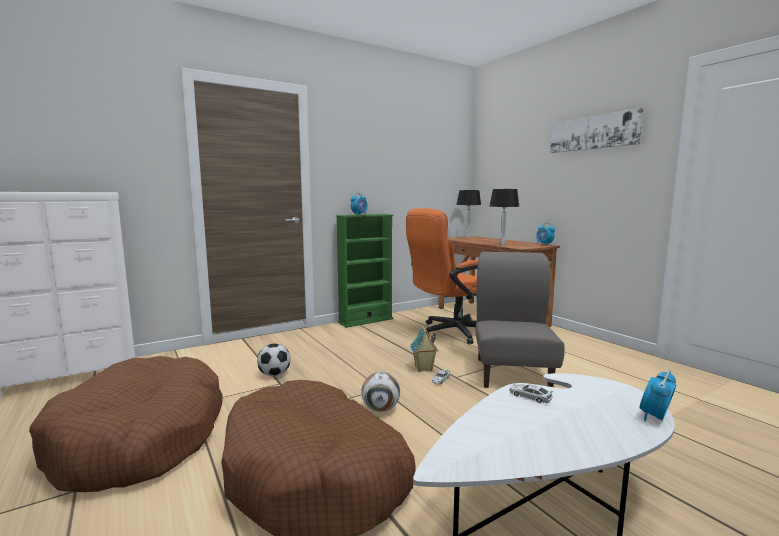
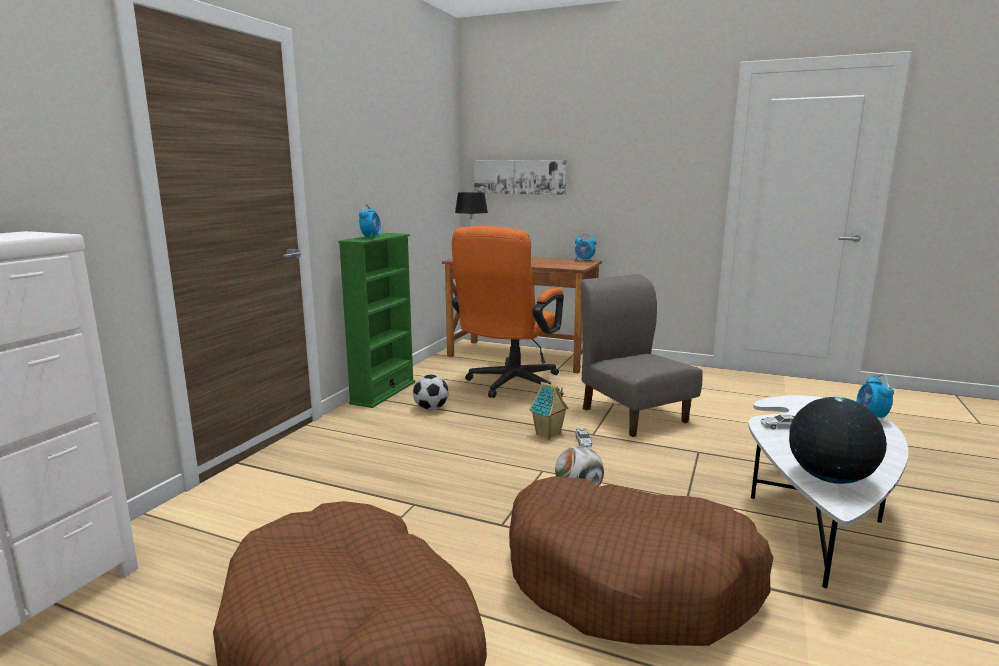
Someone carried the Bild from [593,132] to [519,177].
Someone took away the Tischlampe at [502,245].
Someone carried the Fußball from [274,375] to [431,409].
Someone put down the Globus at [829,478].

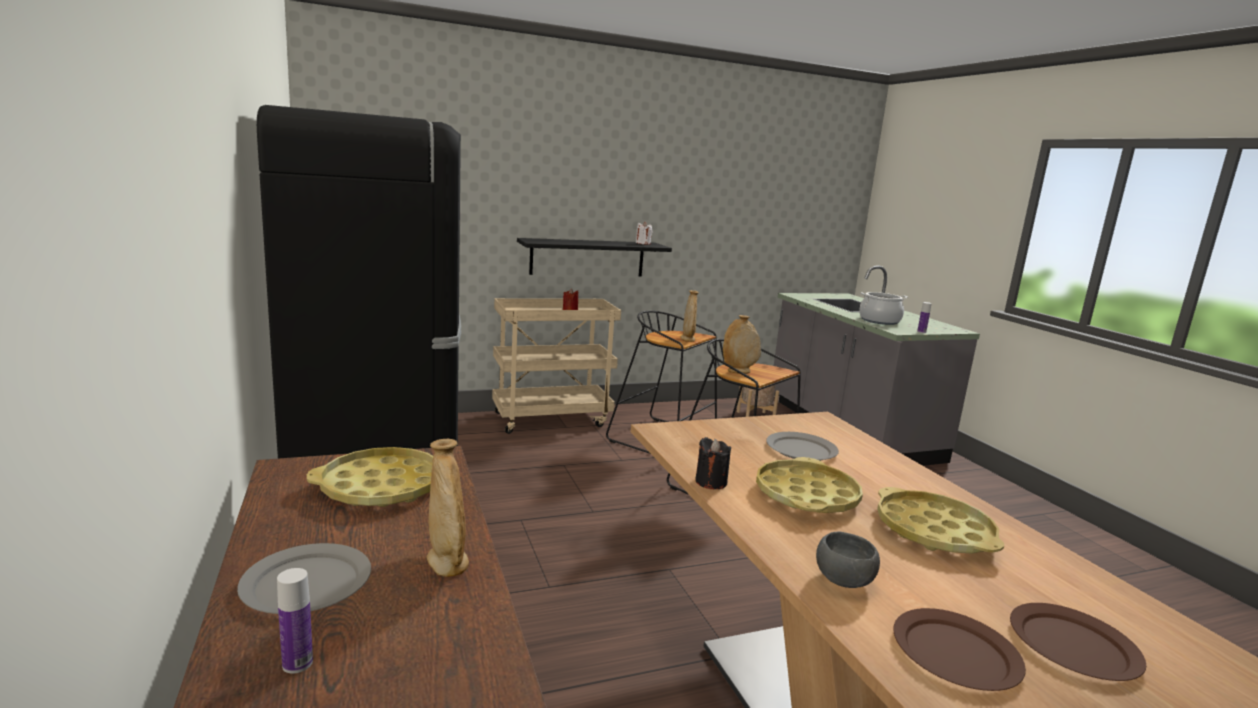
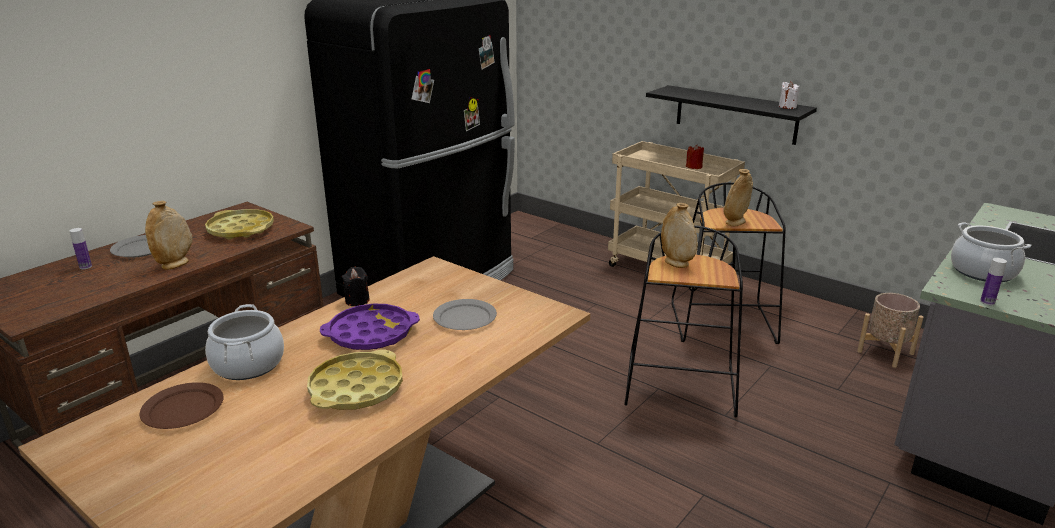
Someone repainted the Tablett (gelb) at [806,495], which became the Tablett (lila) at [371,334].
Someone swapped the Schüssel (grau) at [842,581] for the Kochtopf at [248,364].
Someone took away the Teller (braun) at [1072,645].

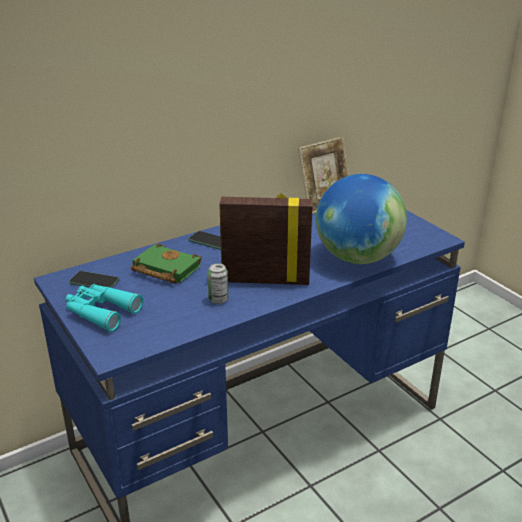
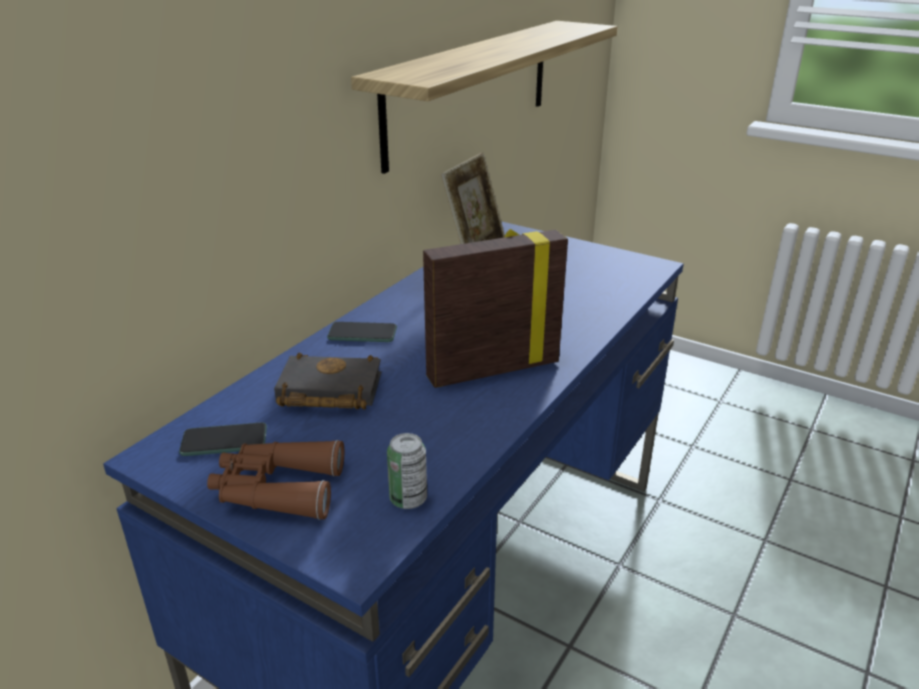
Someone took away the Globus at [357,257].
Someone repainted the Buch (grün) at [164,269], which became the Buch (schwarz) at [326,391].
Someone carried the Dose from [218,299] to [408,499].
Someone repainted the Fernglas (türkis) at [101,312], which became the Fernglas (braun) at [277,489].
Someone put up the Wandregal at [471,90].

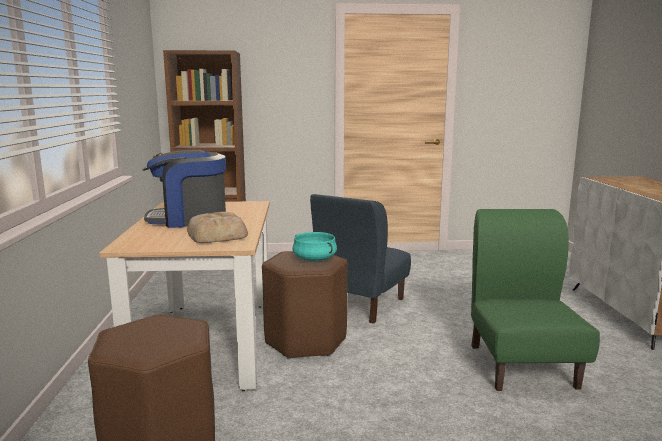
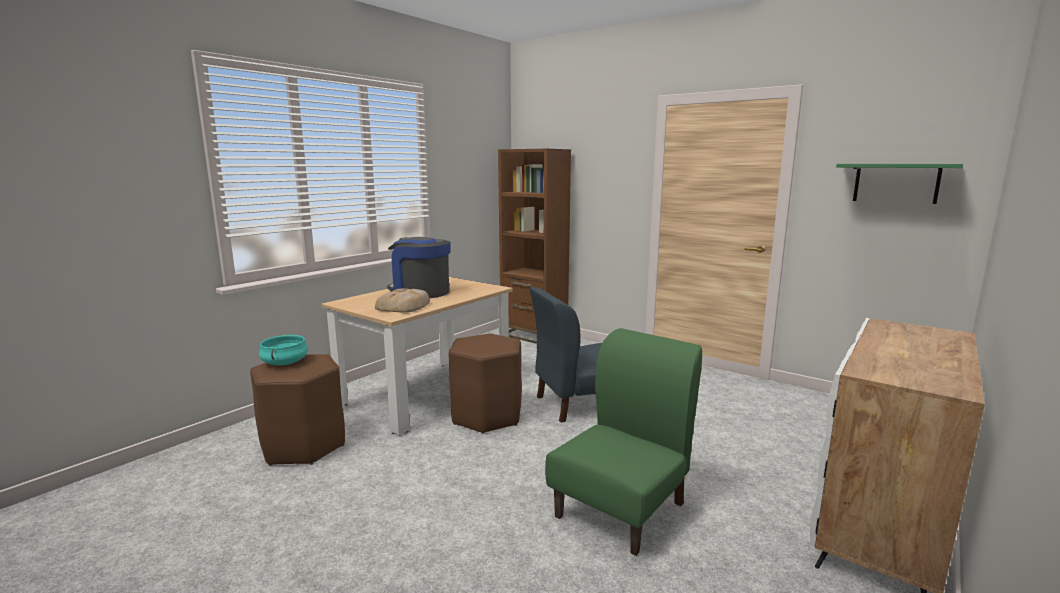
Someone carried the Kochtopf (türkis) from [314,259] to [284,362].
Someone put up the Wandregal (grün) at [896,183].

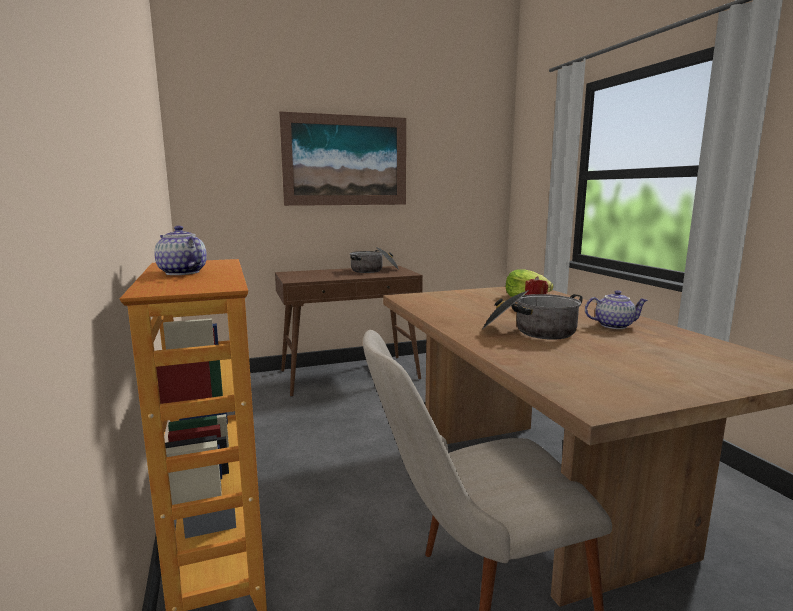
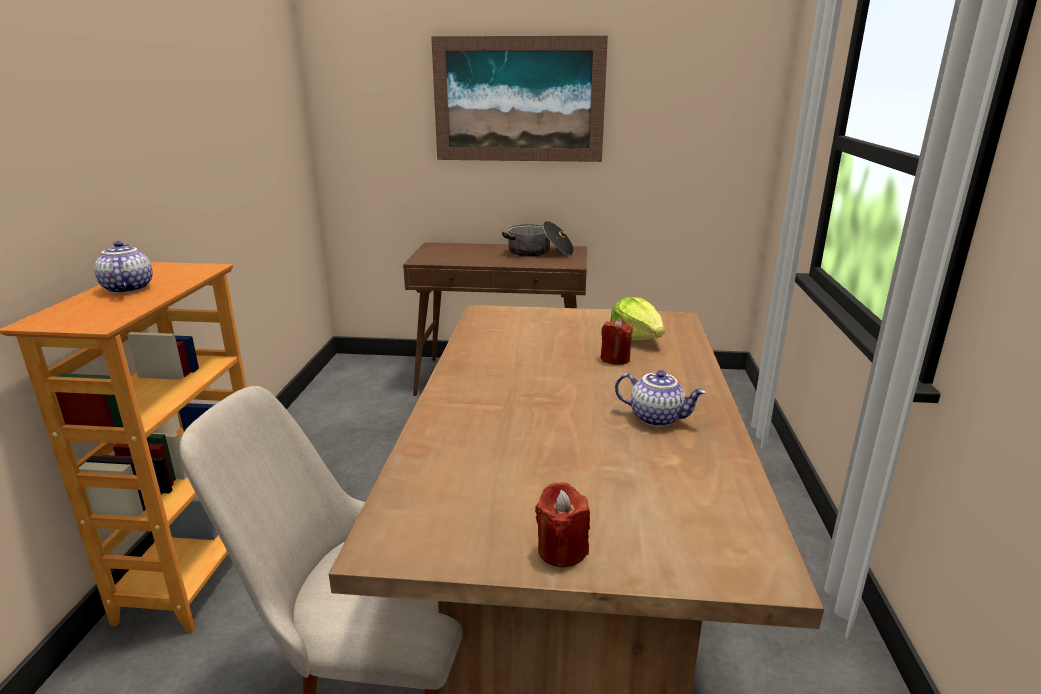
Someone took away the Kochtopf at [530,331].
Someone put down the Kerze (rot) at [562,550].

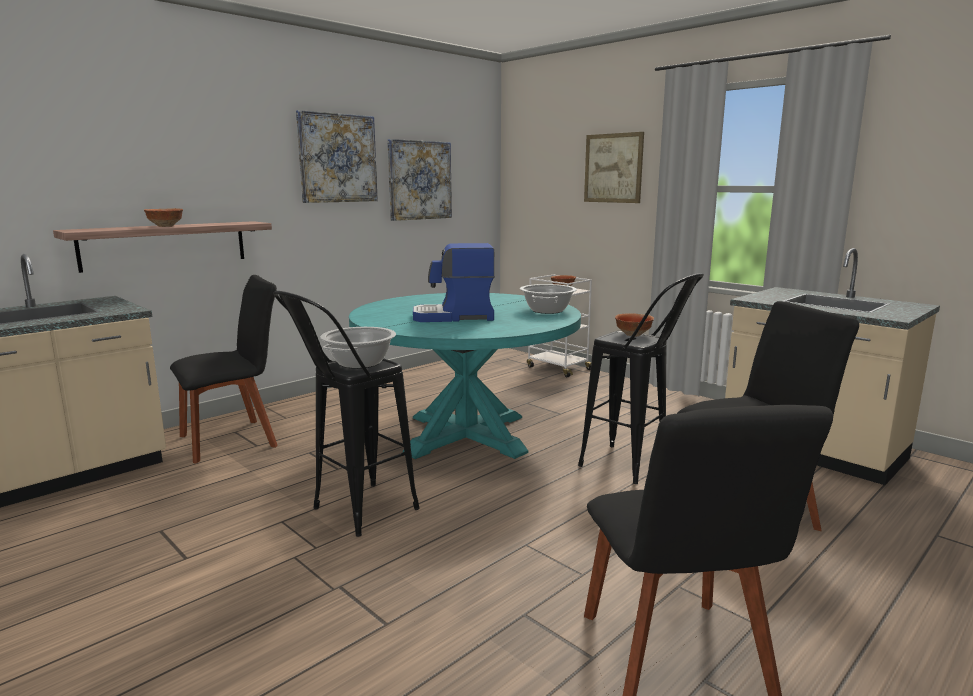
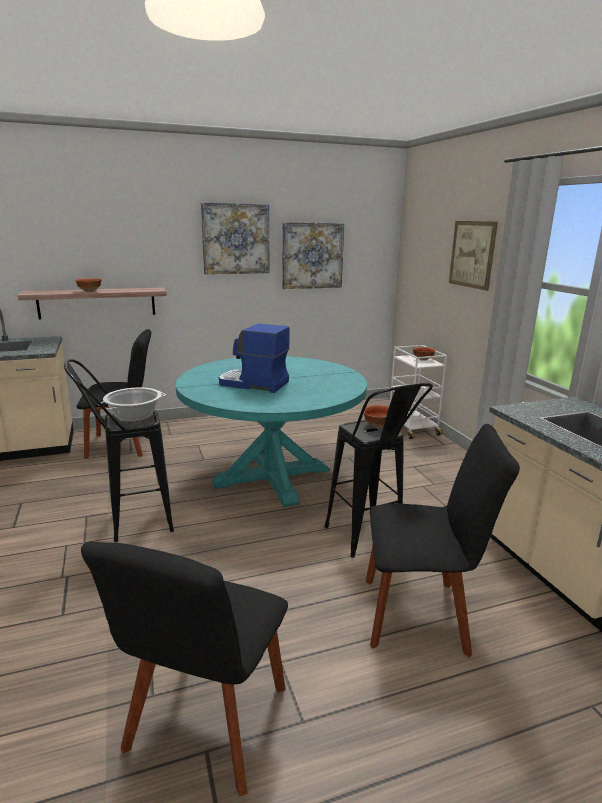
Someone took away the Kochtopf at [547,310].

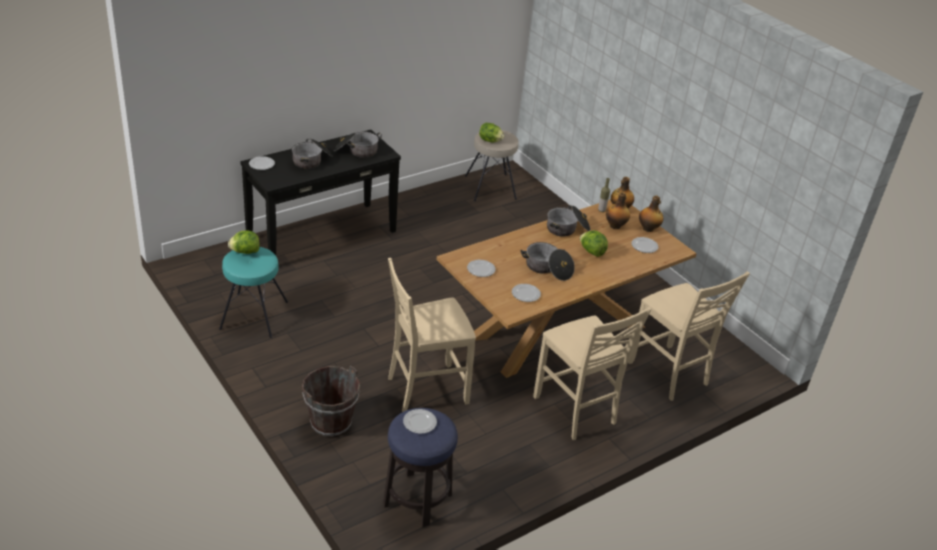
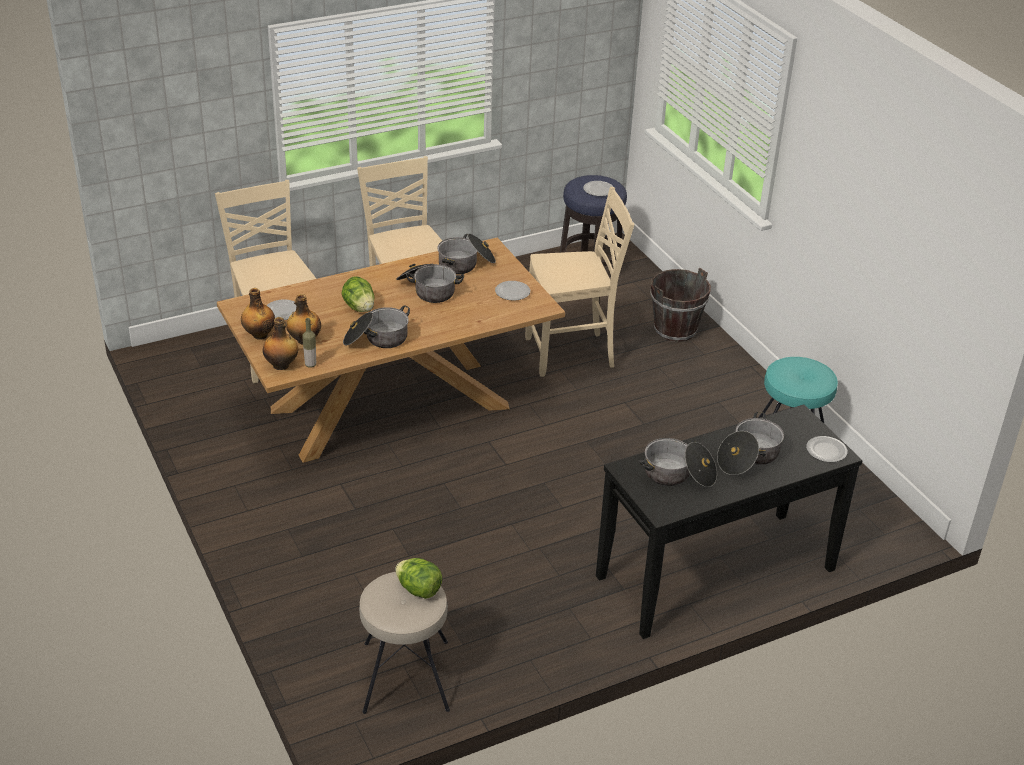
Someone took away the Salatkopf at [245,252].
Someone swapped the Teller at [526,294] for the Kochtopf at [466,264].

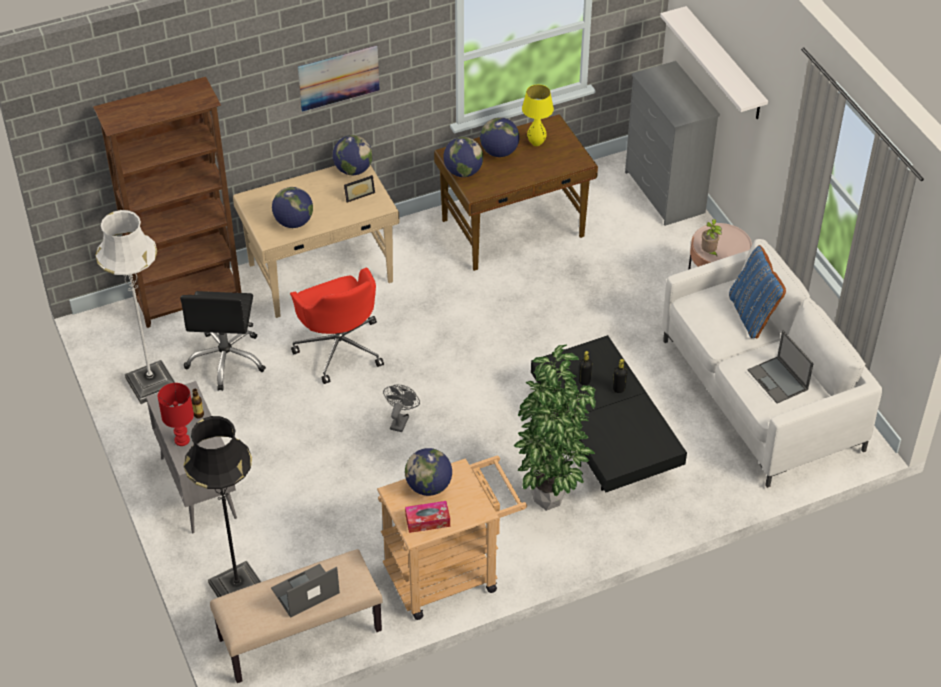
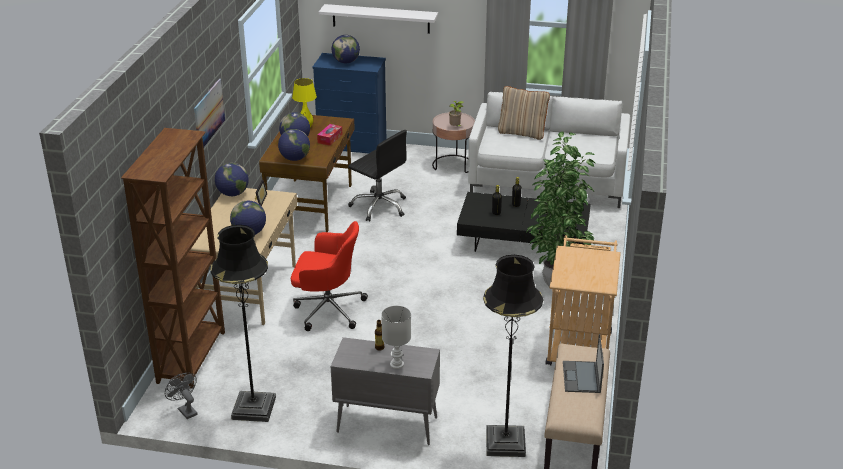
Someone repainted the Kommode (grau) at [664,193], which became the Kommode (blau) at [353,148].
Someone repainted the Stehlampe (weiß) at [151,383], which became the Stehlampe (schwarz) at [253,408].
Someone repainted the Kissen (blau) at [752,315], which became the Kissen (beige) at [522,133].
Someone carried the Bürostuhl (schwarz) from [226,360] to [379,206].
Someone took away the Laptop at [778,380].
Someone repainted the Tischlampe (rot) at [181,440], which became the Tischlampe (weiß) at [396,365].
Someone carried the Ventilator (grau) from [400,420] to [185,410].
Someone carried the Globus from [429,486] to [346,62].
Someone carried the Taschentuchbox from [427,521] to [330,138].

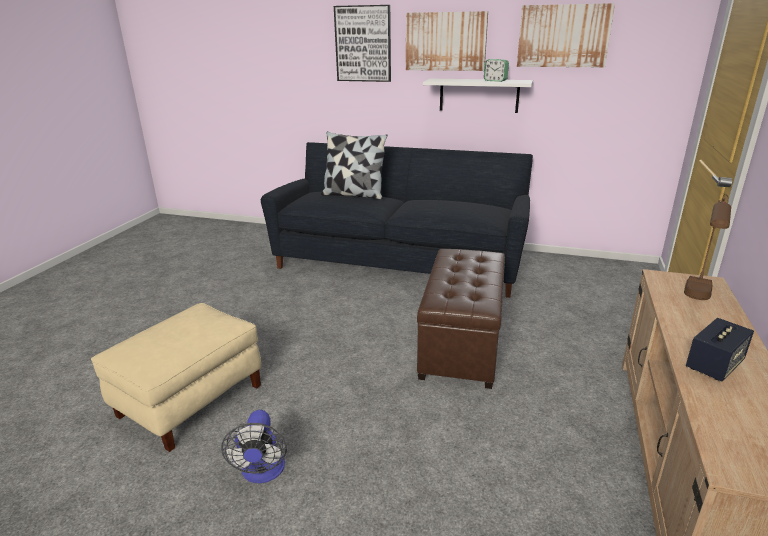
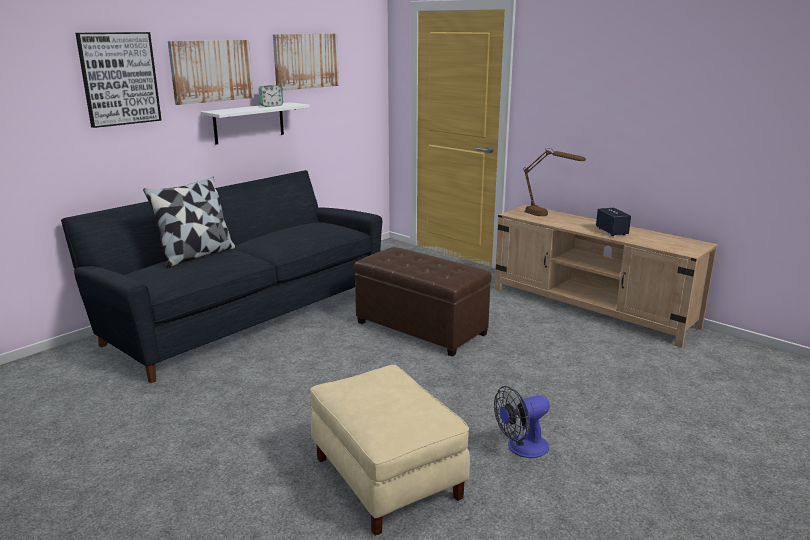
Someone rotated the Ventilator at [262,472] by 135 degrees clockwise.

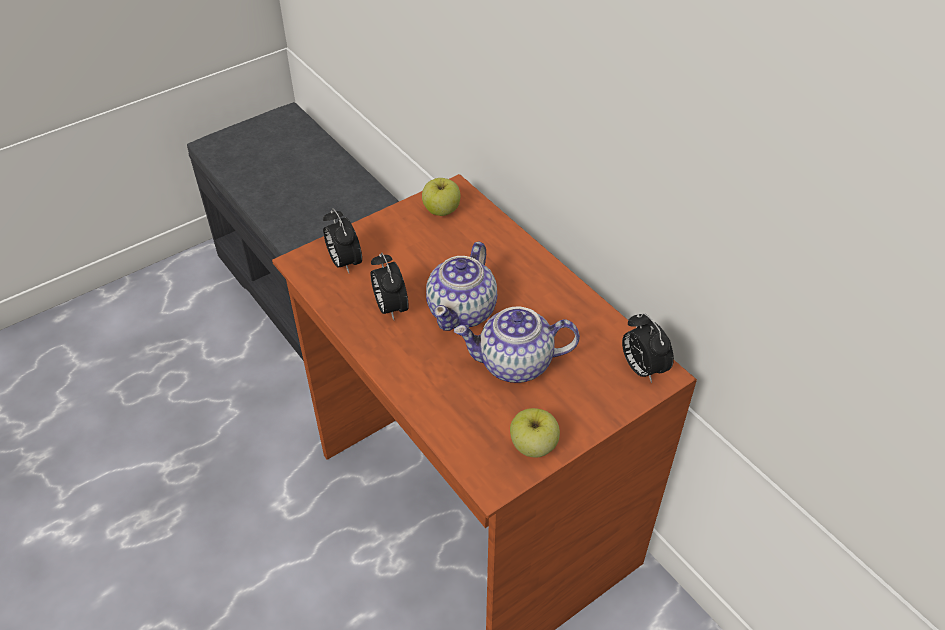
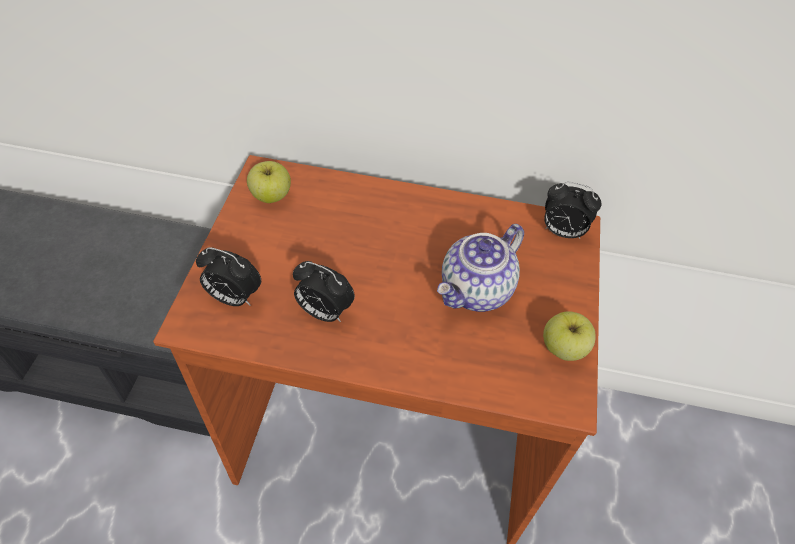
Someone took away the Teekanne at [463,311].

